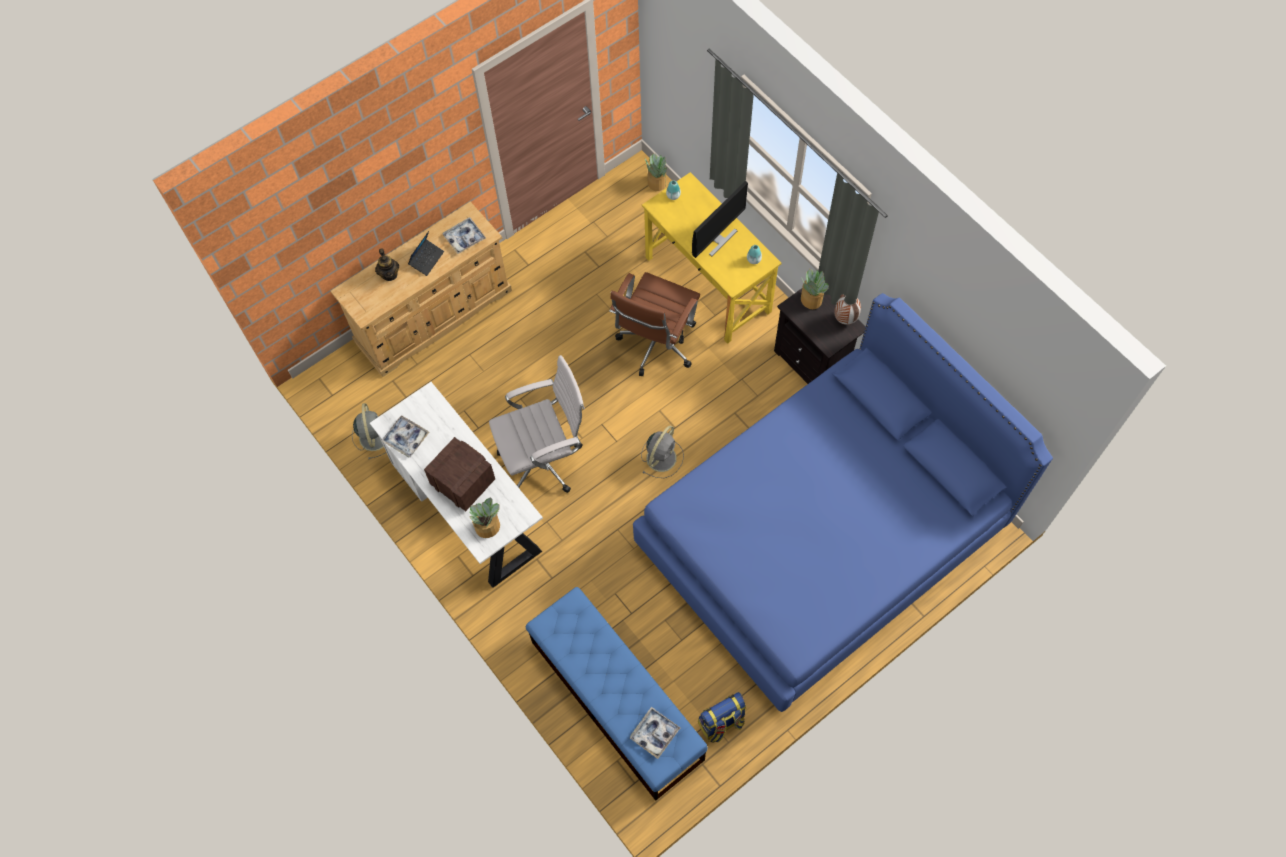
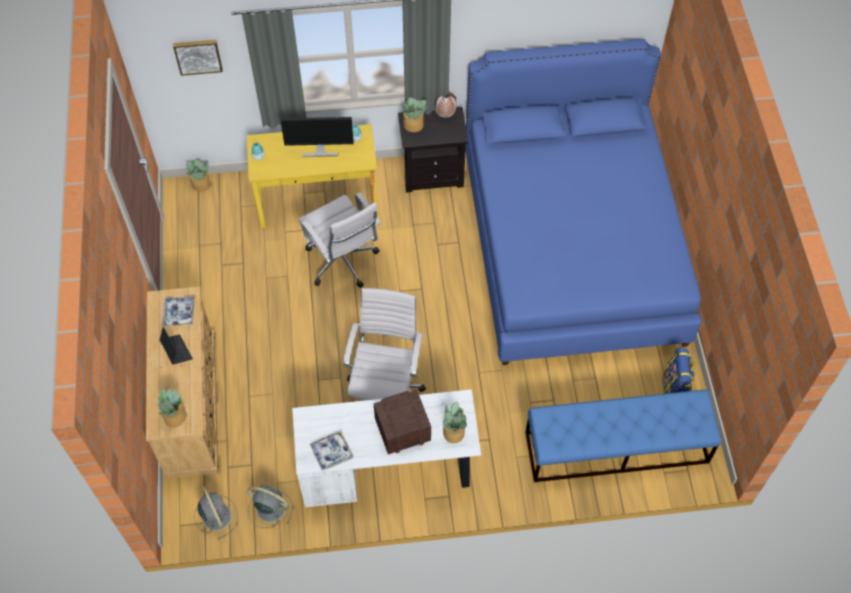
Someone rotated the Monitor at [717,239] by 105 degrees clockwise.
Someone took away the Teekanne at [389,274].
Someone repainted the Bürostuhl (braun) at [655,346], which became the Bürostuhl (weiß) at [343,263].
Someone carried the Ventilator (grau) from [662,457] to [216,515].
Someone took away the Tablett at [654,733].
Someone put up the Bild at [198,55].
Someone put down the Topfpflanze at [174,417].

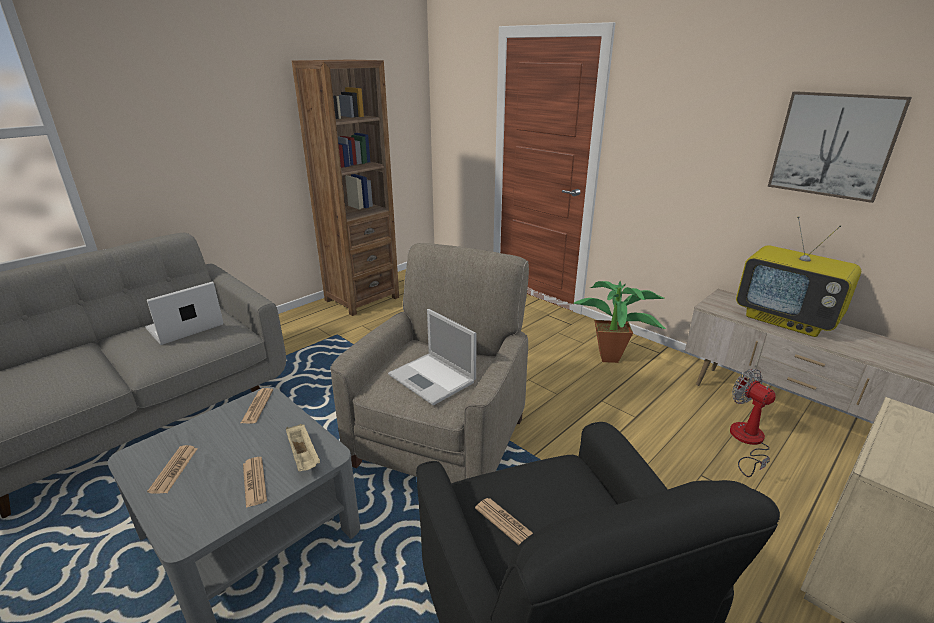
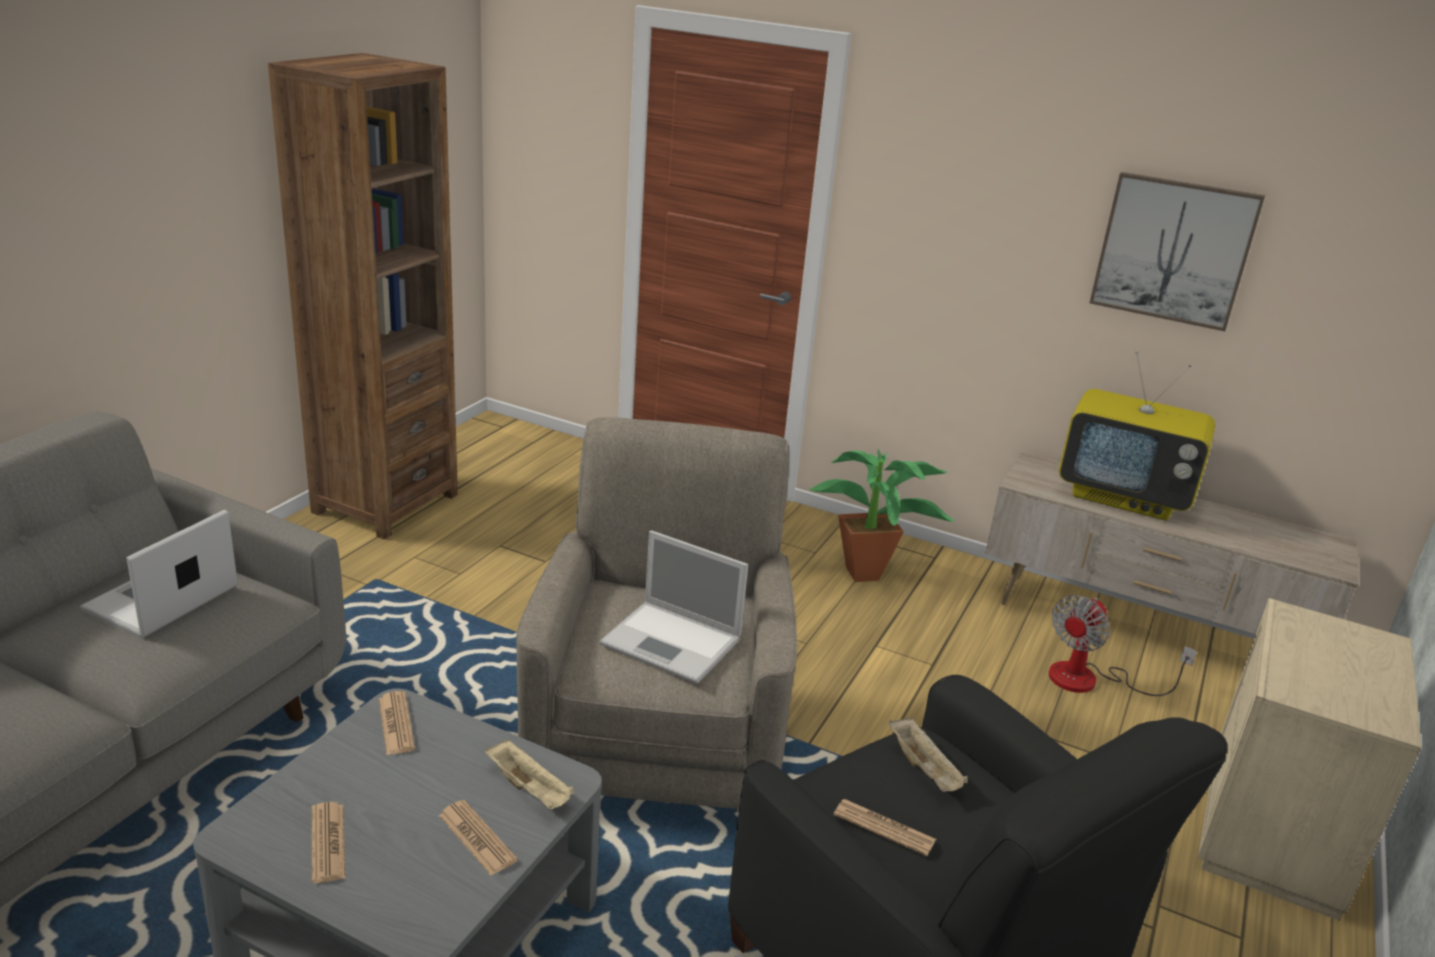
Someone rotated the Ventilator at [747,442] by 90 degrees counterclockwise.
Someone put down the Tablett (beige) at [924,769].

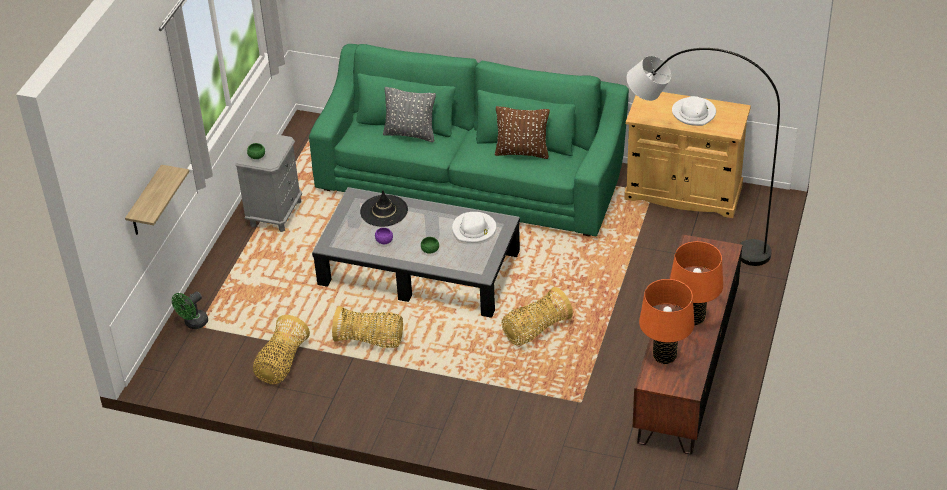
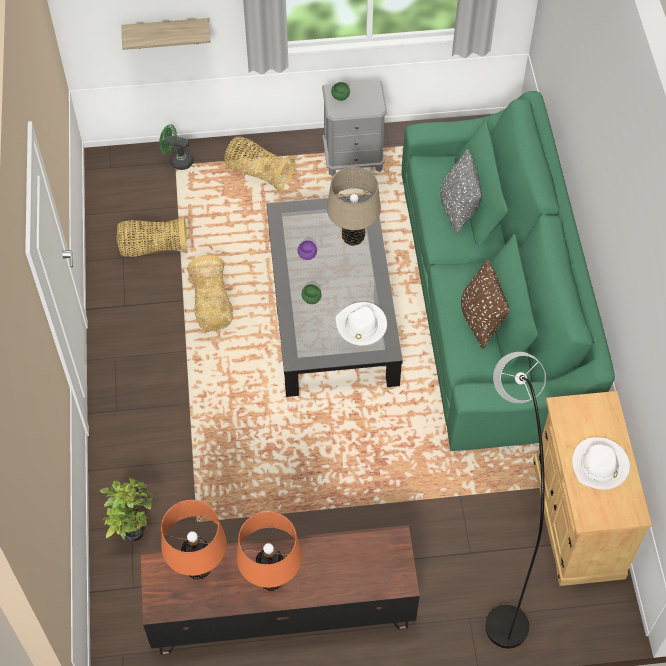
Someone swapped the Hut (schwarz) at [384,211] for the Tischlampe (beige) at [353,237].
Someone carried the Korb from [535,330] to [259,173].
Someone put down the Topfpflanze at [132,529].

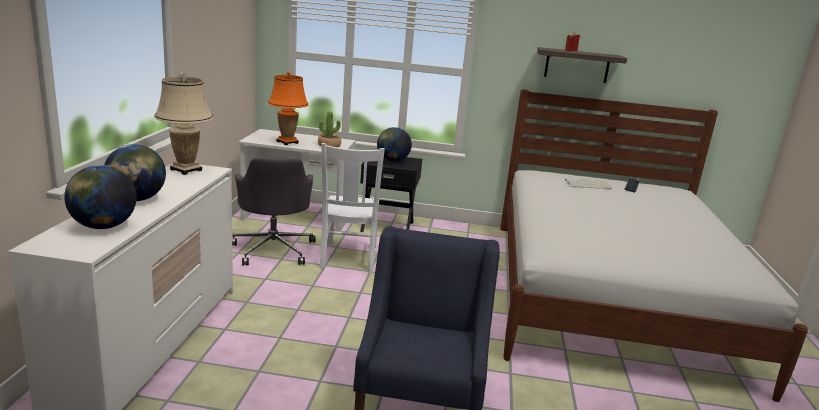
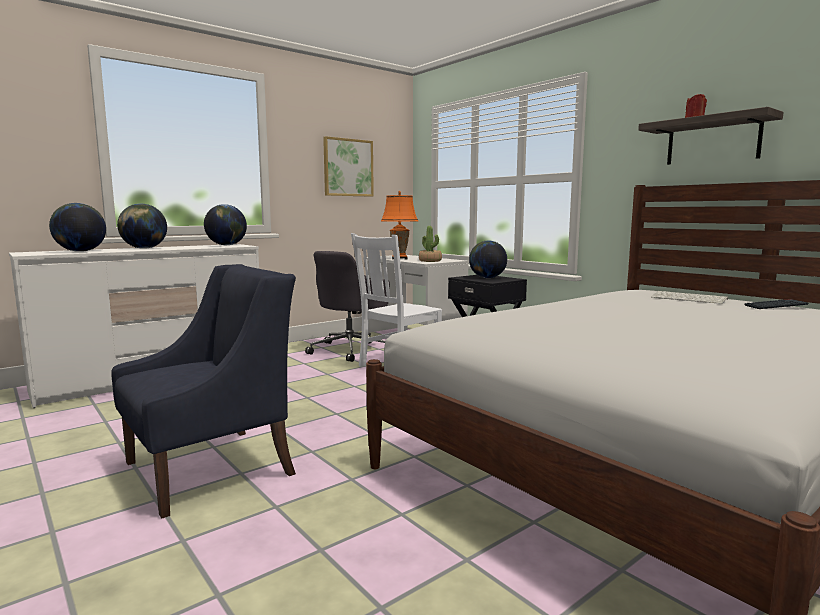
Someone swapped the Tischlampe (beige) at [186,170] for the Globus at [227,245].
Someone put up the Bild at [348,167].

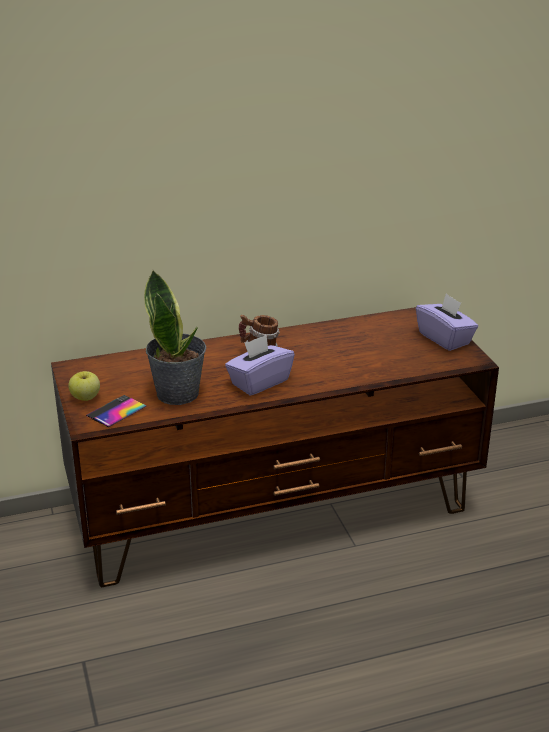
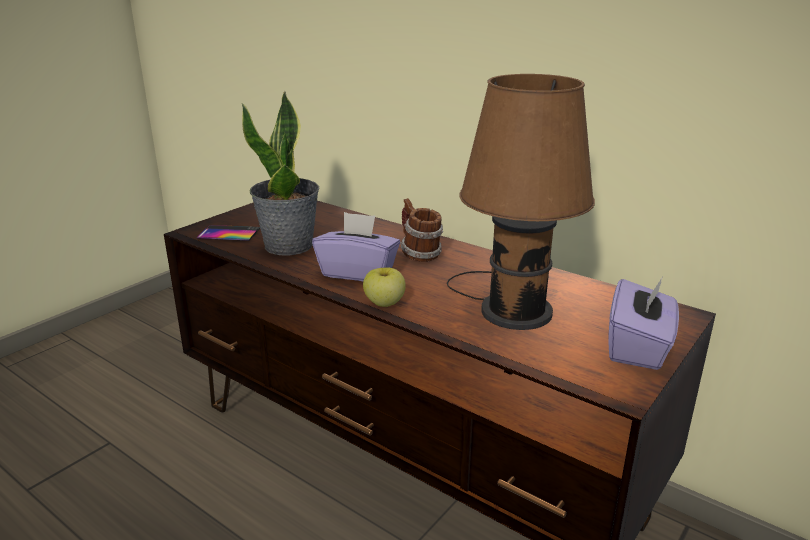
Someone carried the Apfel from [85,398] to [384,303].
Someone put down the Tischlampe (braun) at [512,308].

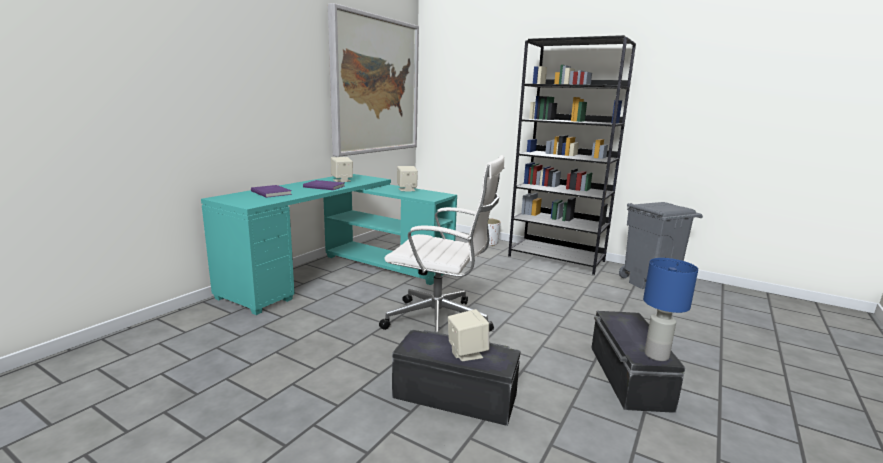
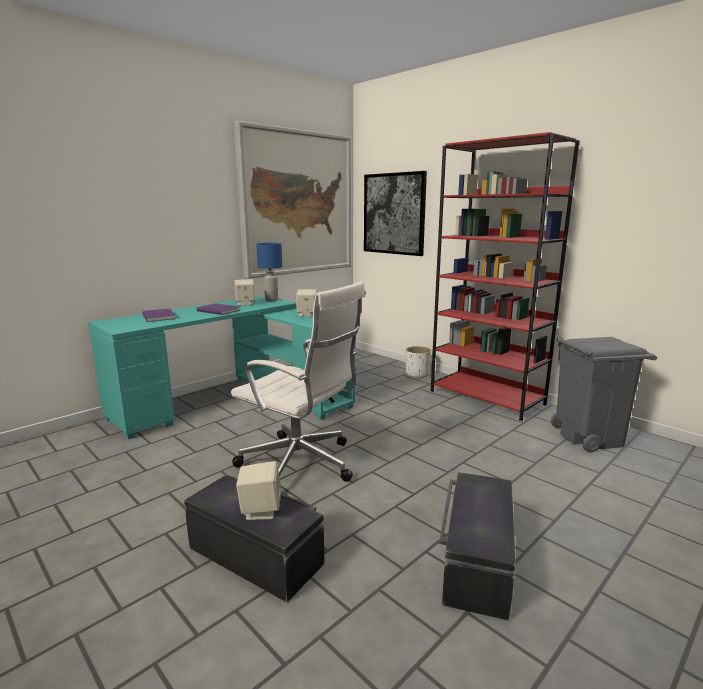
Someone repainted the Bücherregal (schwarz) at [557,259], which became the Bücherregal (rot) at [487,398].
Someone carried the Tischlampe (blau) from [655,355] to [271,300].
Someone put up the Bild at [394,214].

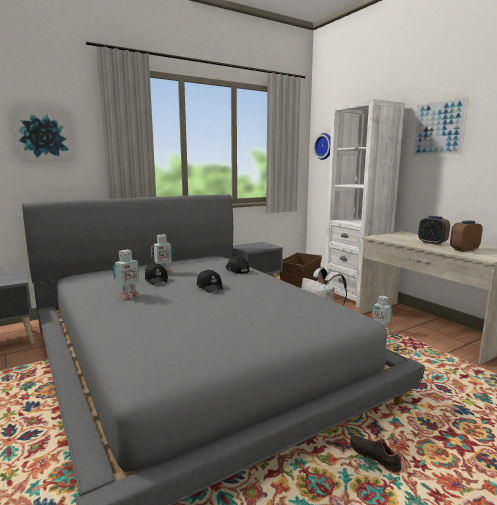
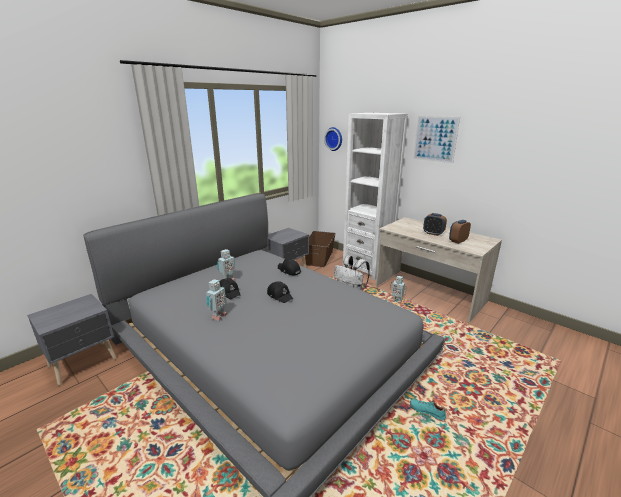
Someone took away the Bild at [43,136].
Someone repainted the Schuh (schwarz) at [375,457], which became the Schuh (türkis) at [427,411].

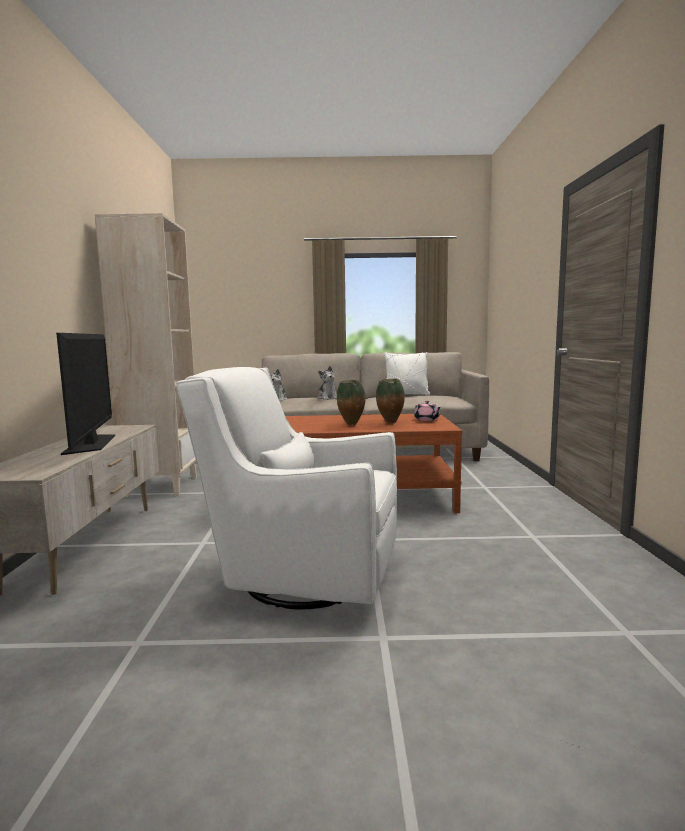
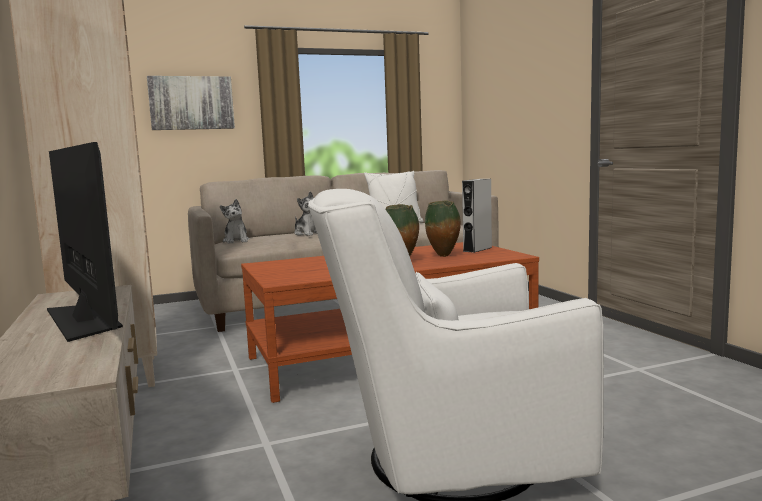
Someone swapped the Teekanne (rosa) at [427,420] for the Lautsprecher (grau) at [477,249].
Someone put up the Bild at [191,103].

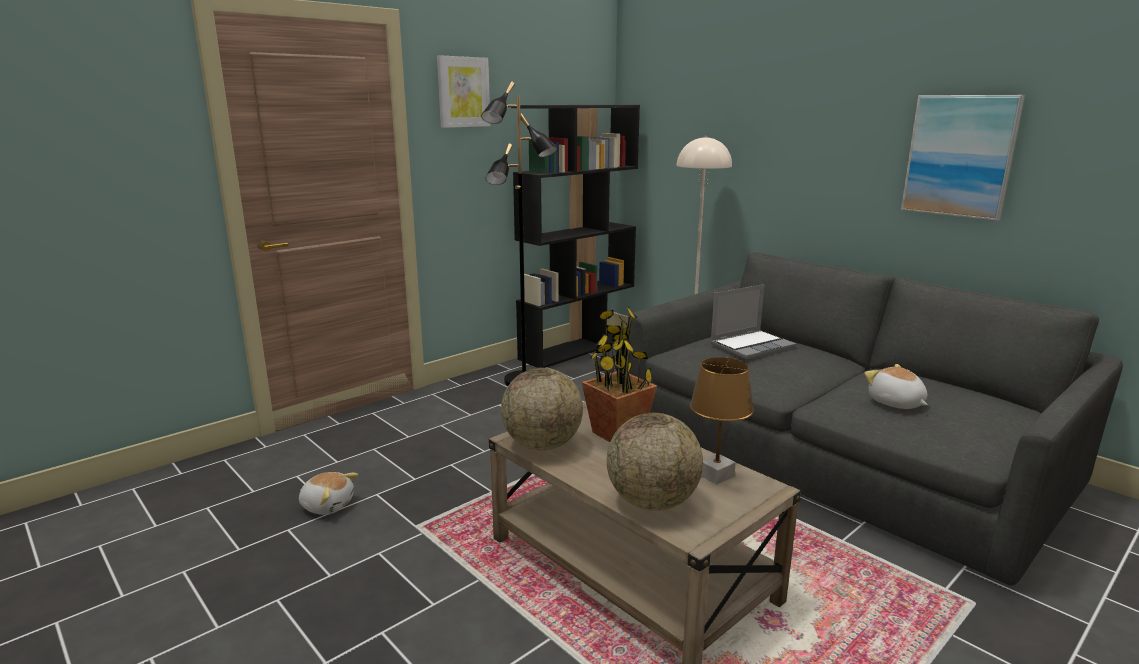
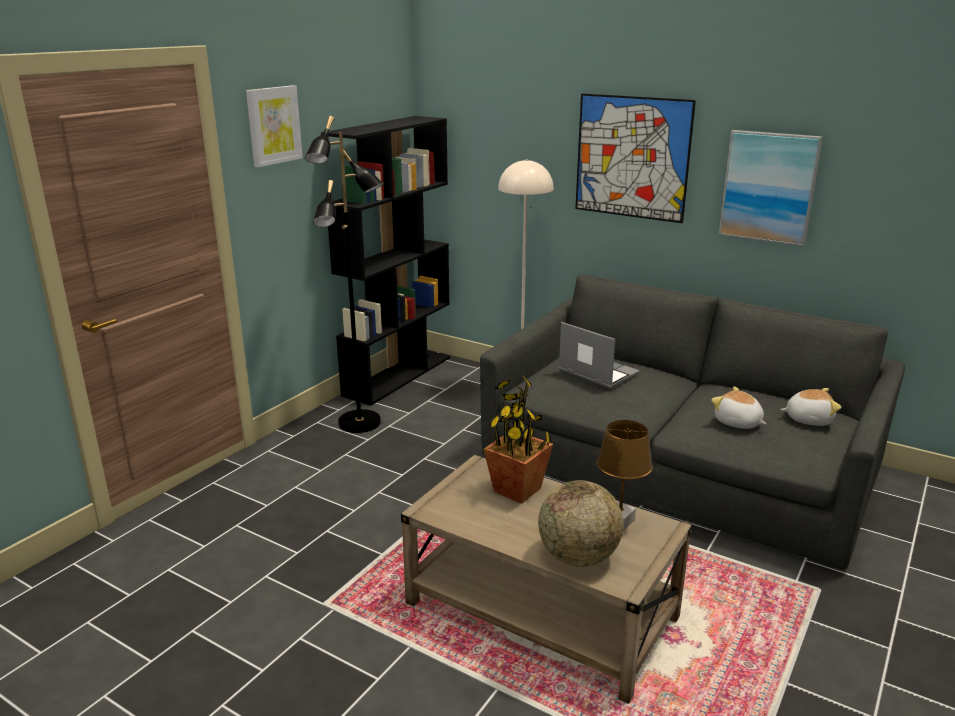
Someone rotated the Laptop at [752,346] by 90 degrees counterclockwise.
Someone took away the Globus at [542,445].
Someone carried the Plüschtier from [327,505] to [808,419].
Someone put up the Bild at [632,157].

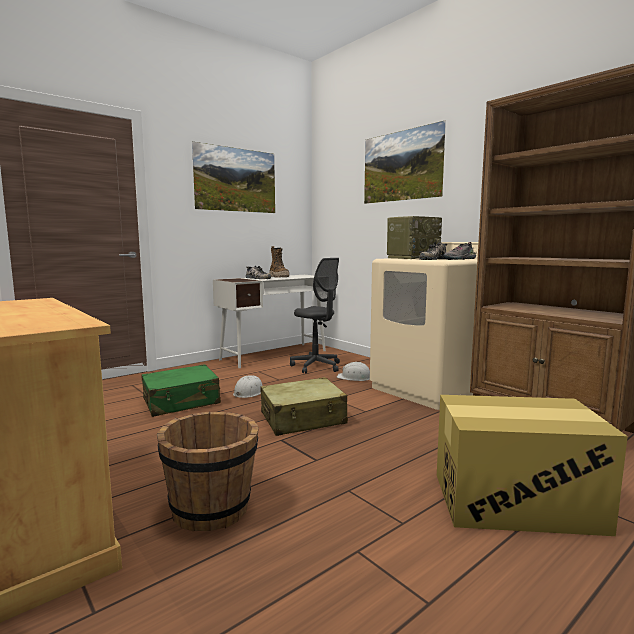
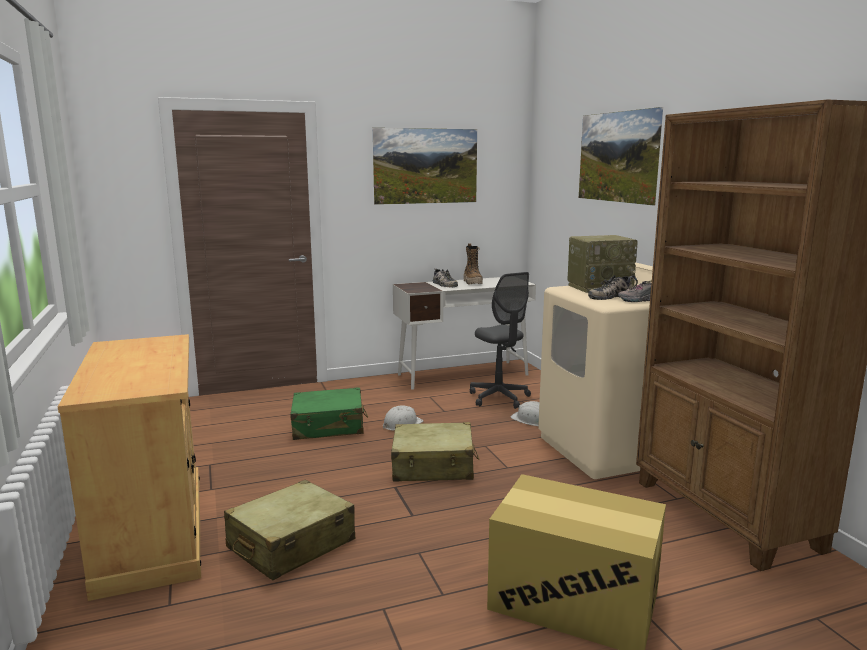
Someone swapped the Eimer (braun) at [212,509] for the Koffer (beige) at [291,545].

